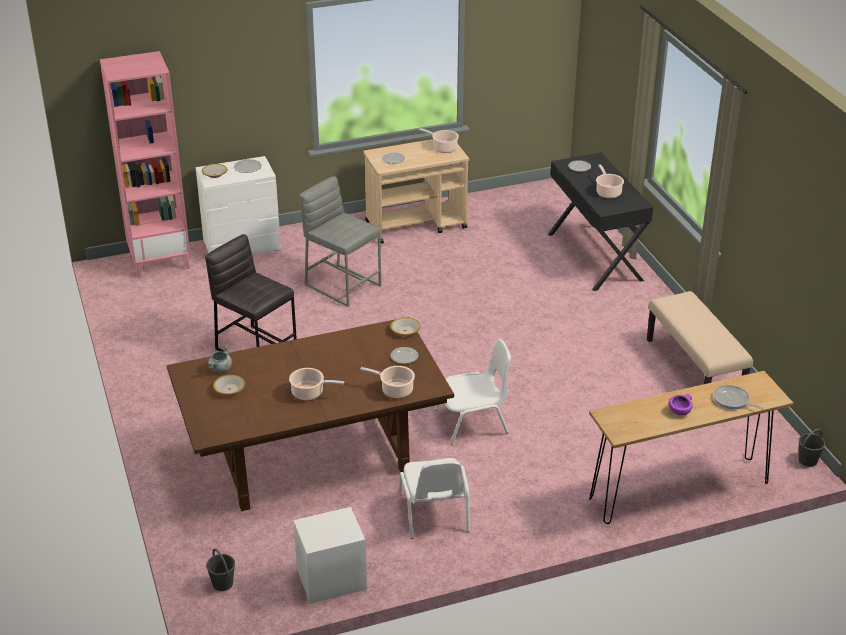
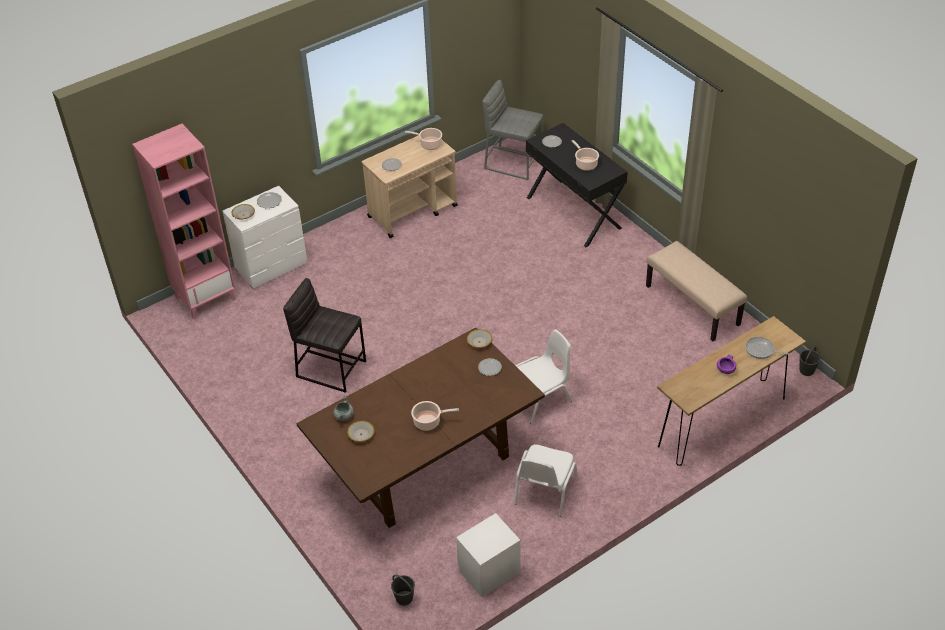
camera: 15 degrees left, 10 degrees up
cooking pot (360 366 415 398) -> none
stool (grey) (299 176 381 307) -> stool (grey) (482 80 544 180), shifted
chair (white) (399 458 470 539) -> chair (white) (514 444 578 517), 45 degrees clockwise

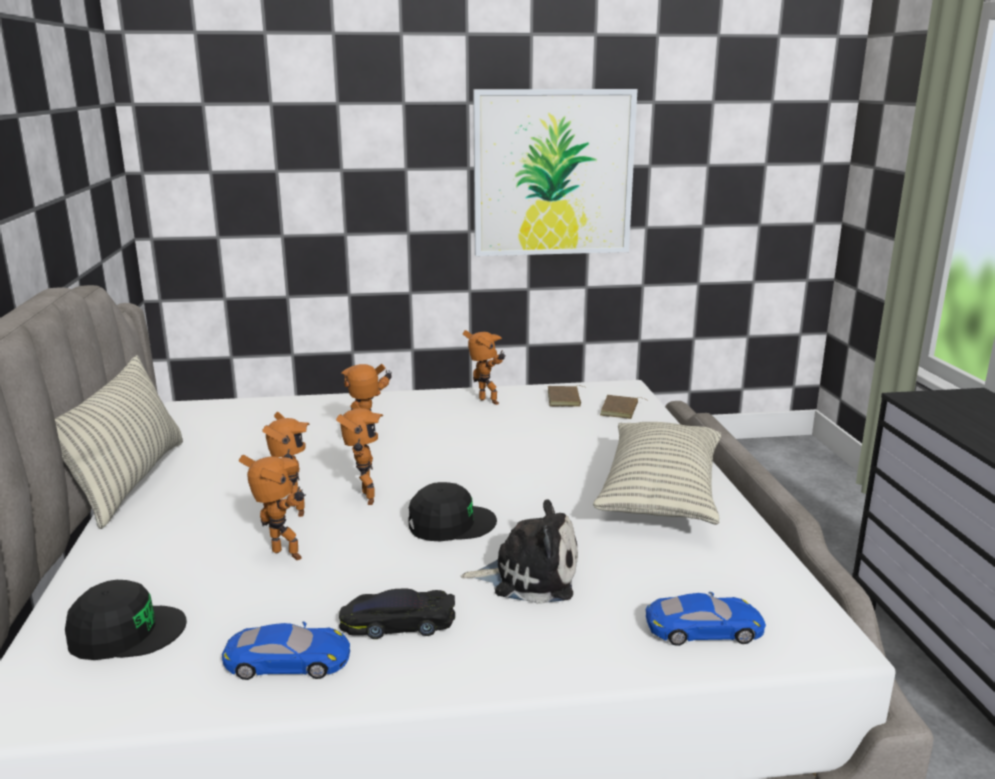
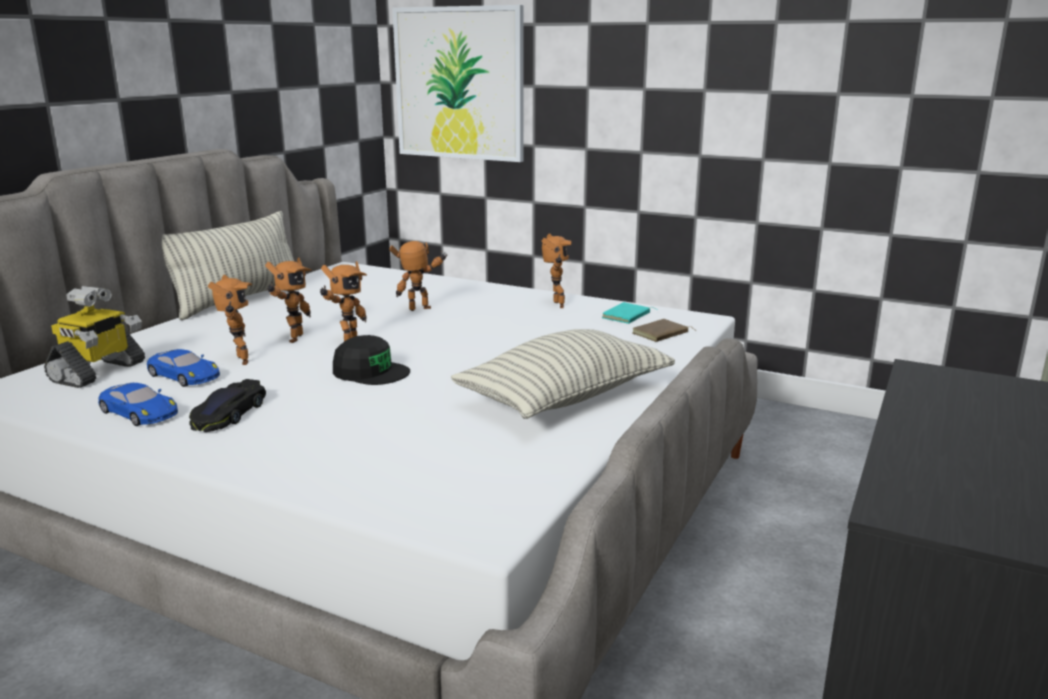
camera: 35 degrees right, 0 degrees up
plush toy (461 499 578 604) -> none
picture (473 89 638 256) -> picture (392 5 524 162), shifted
toy car (blue) (646 592 766 646) -> toy car (blue) (147 349 220 387), shifted
cap (black) (65 580 187 660) -> toy robot (44 286 145 388)
book (brown) (548 385 587 407) -> book (turquoise) (602 302 659 324)
toy car (black) (339 588 455 639) -> toy car (black) (189 379 266 432), 105 degrees counterclockwise

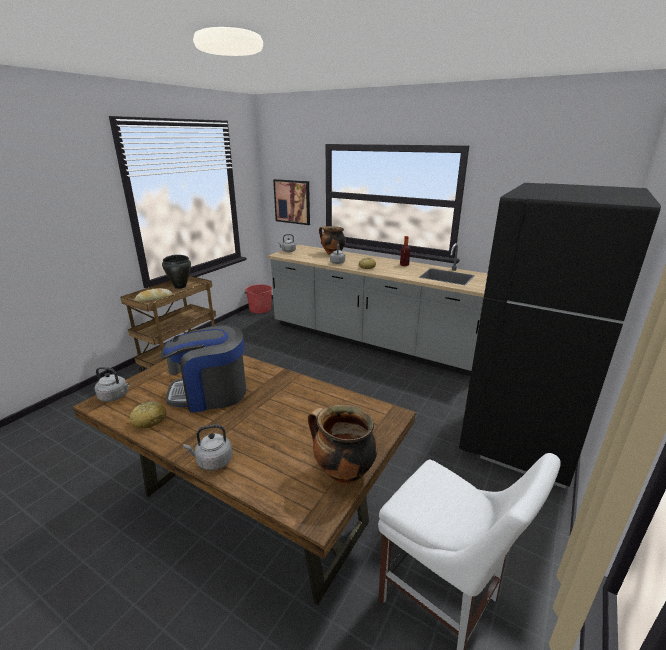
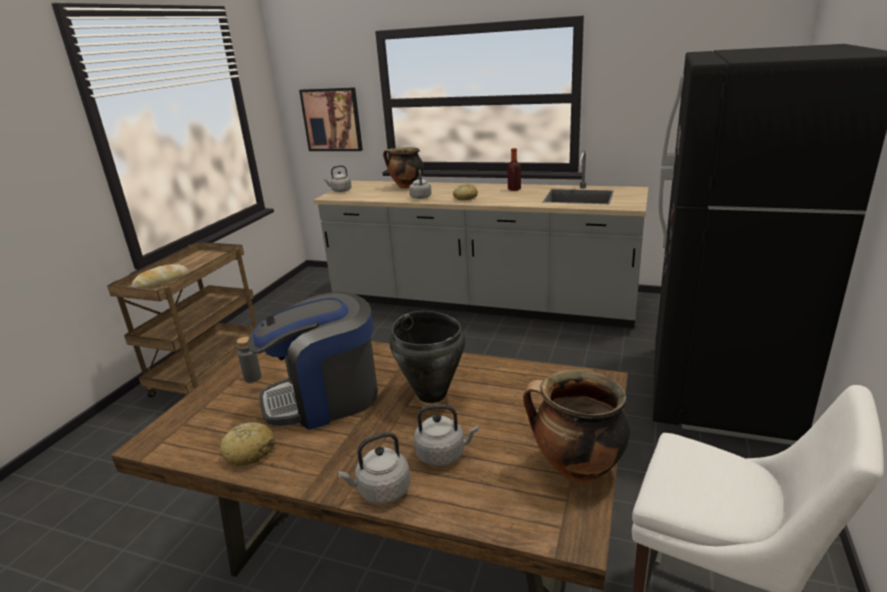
camera: 10 degrees left, 0 degrees up
bucket (red) (244 284 272 314) -> none
kettle (grey) (95 367 129 402) -> kettle (grey) (413 404 478 466), shifted
cooking pot (black) (162 255 191 289) -> cooking pot (black) (389 311 465 403), shifted

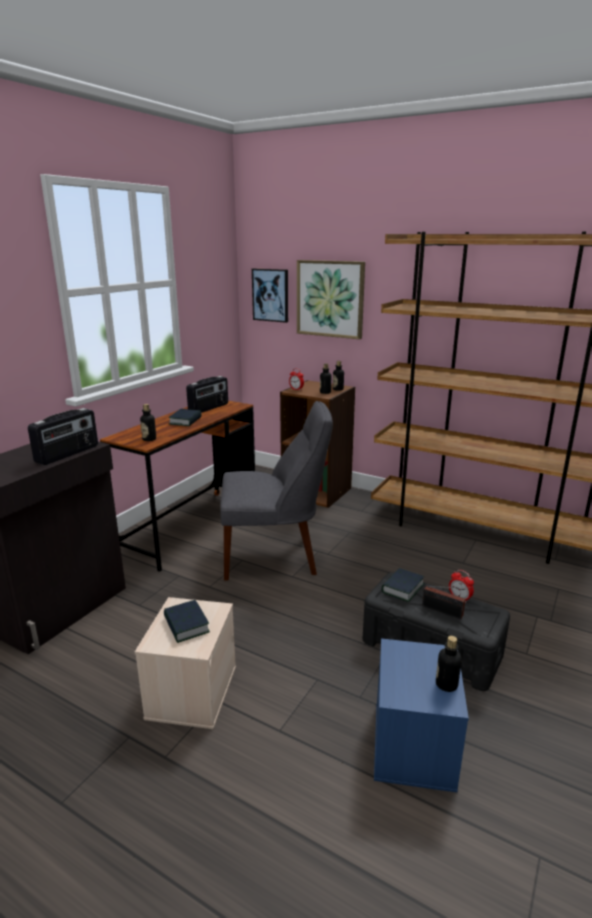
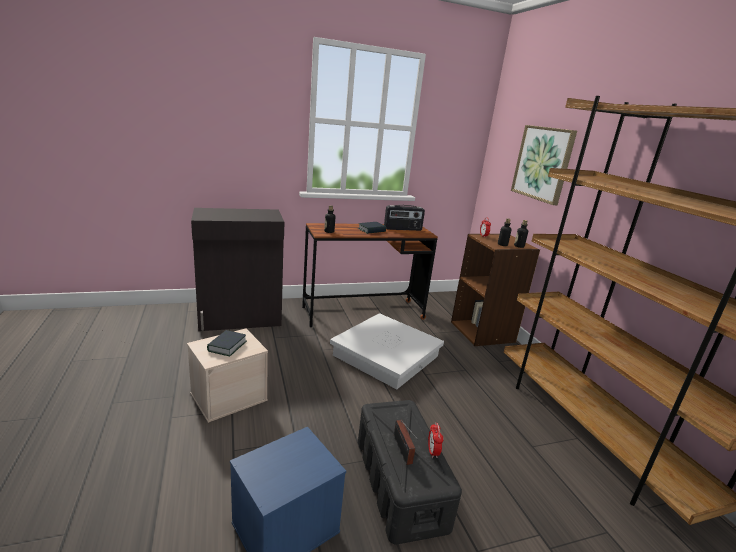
camera: 40 degrees right, 0 degrees up
radio (28 408 98 465) -> none
picture (252 269 288 323) -> none
book (382 568 424 602) -> none
bottle (436 636 462 692) -> none
chair (grey) (220 401 333 581) -> storage box (white) (330 313 444 389)

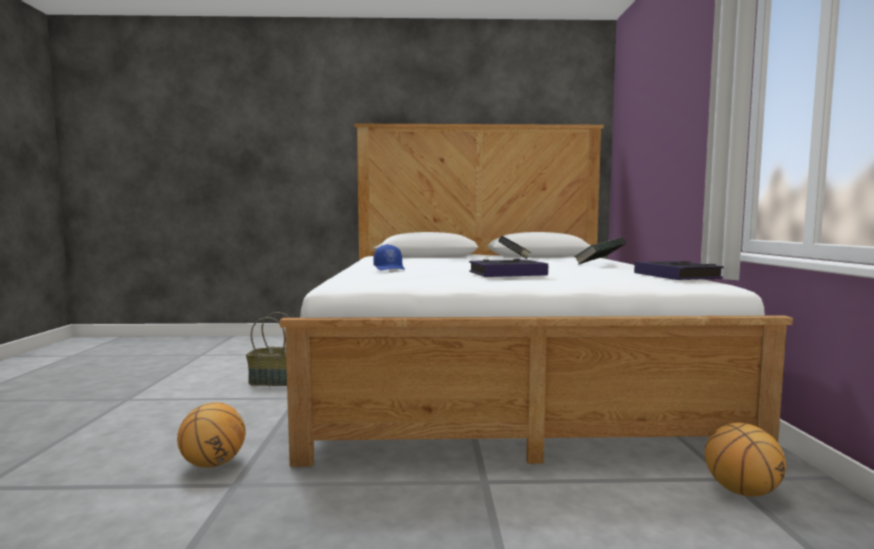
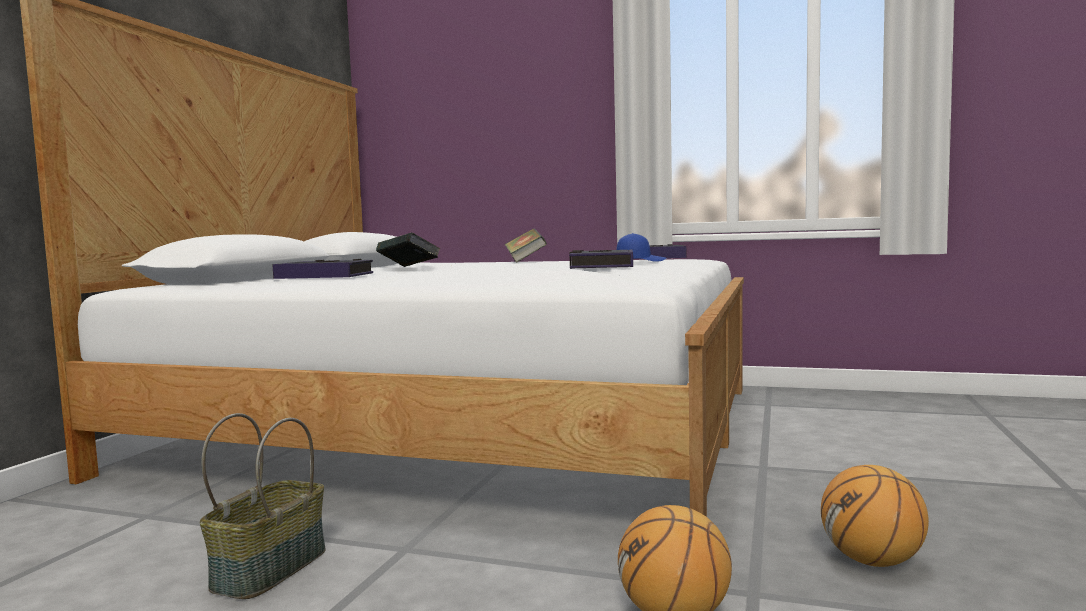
camera: 70 degrees left, 0 degrees up
none -> book (272 259 373 279)
cap (blue) (373 244 405 271) -> cap (blue) (616 233 666 262), shifted
basketball (705 423 786 497) -> basketball (821 465 929 567), shifted

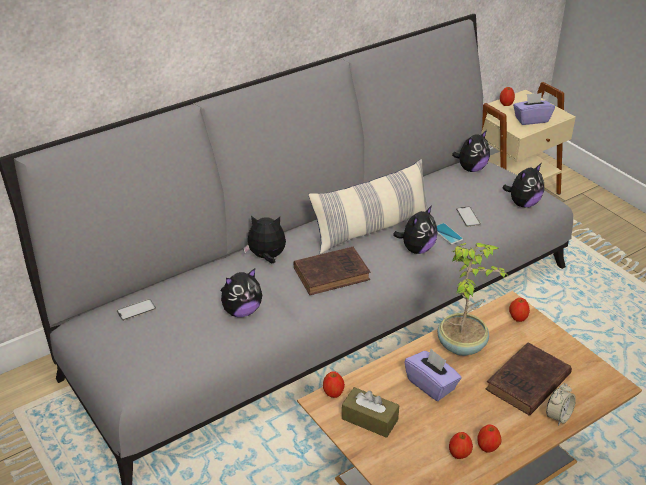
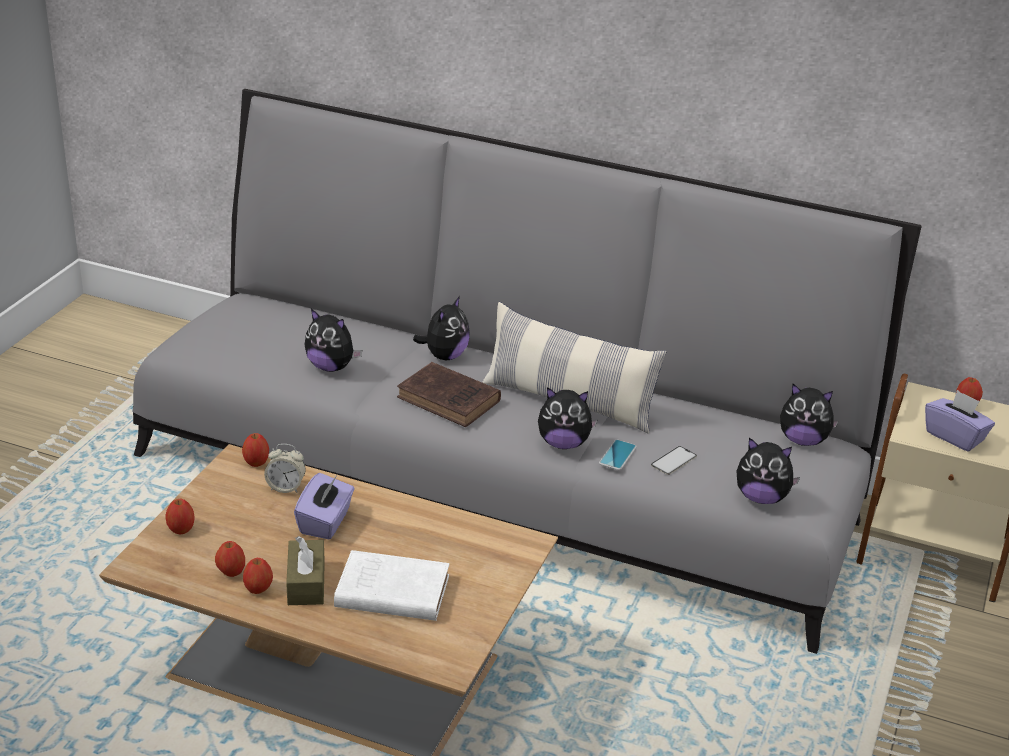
camera: 55 degrees right, 5 degrees down
phone (117 299 156 321) -> none
potted plant (437 243 509 356) -> none
tissue box (brown) (342 387 399 438) -> tissue box (brown) (286 536 325 605), shifted
apple (509 298 530 322) -> apple (166 499 195 534), shifted
alarm clock (546 383 576 426) -> alarm clock (264 444 306 493), shifted
book (brown) (485 342 572 416) -> book (white) (334 550 450 621)
plush toy (243 216 286 263) -> plush toy (413 296 470 360), 60 degrees clockwise

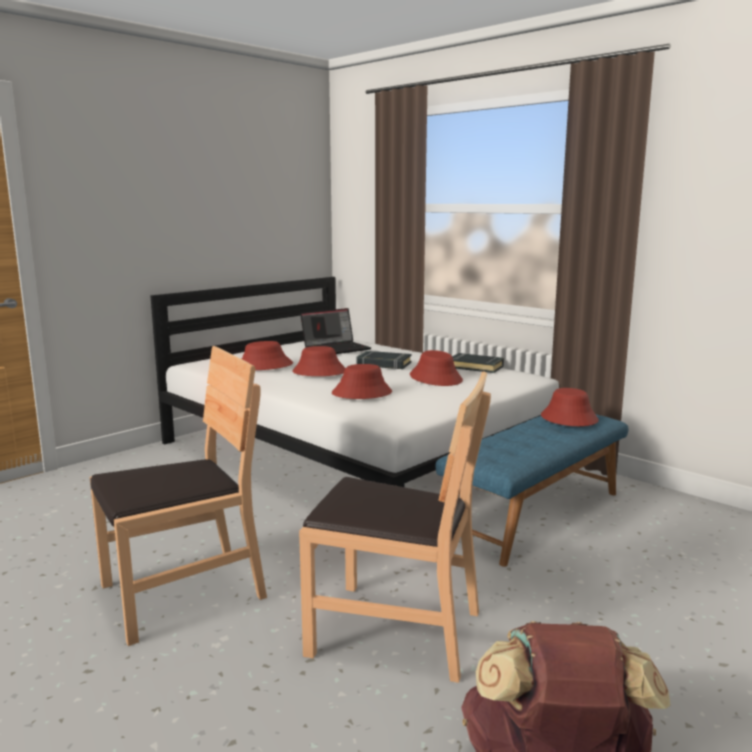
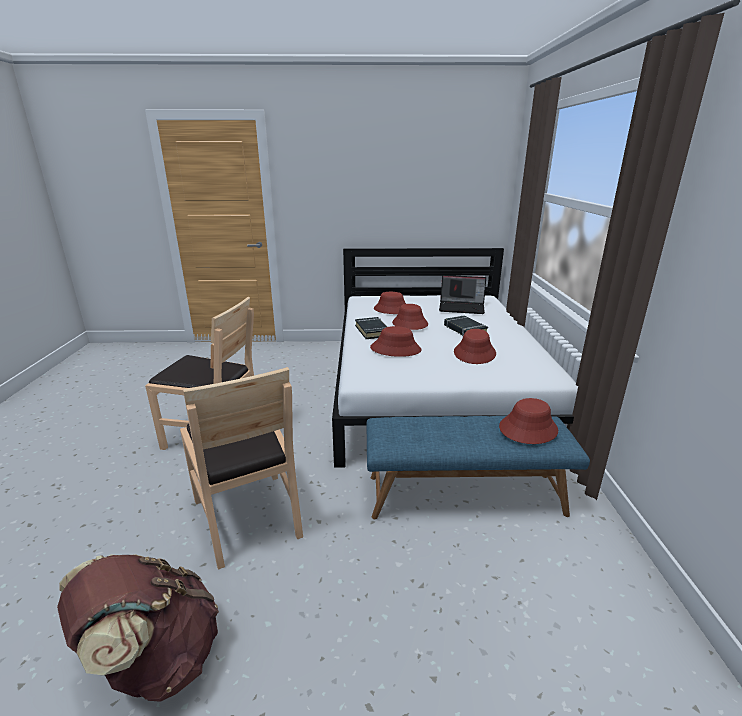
camera: 45 degrees right, 10 degrees up
book (black) (452 353 504 373) -> book (black) (355 317 387 339), shifted

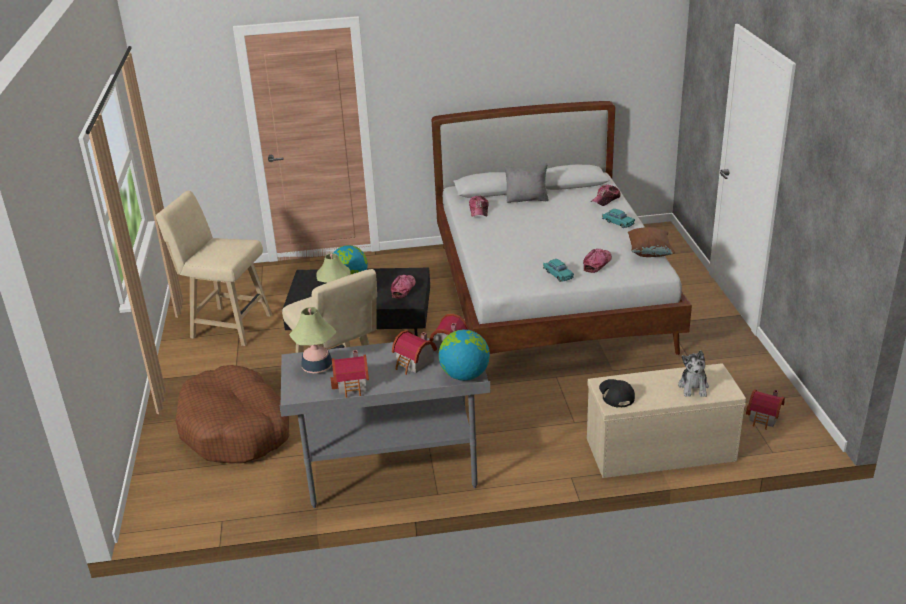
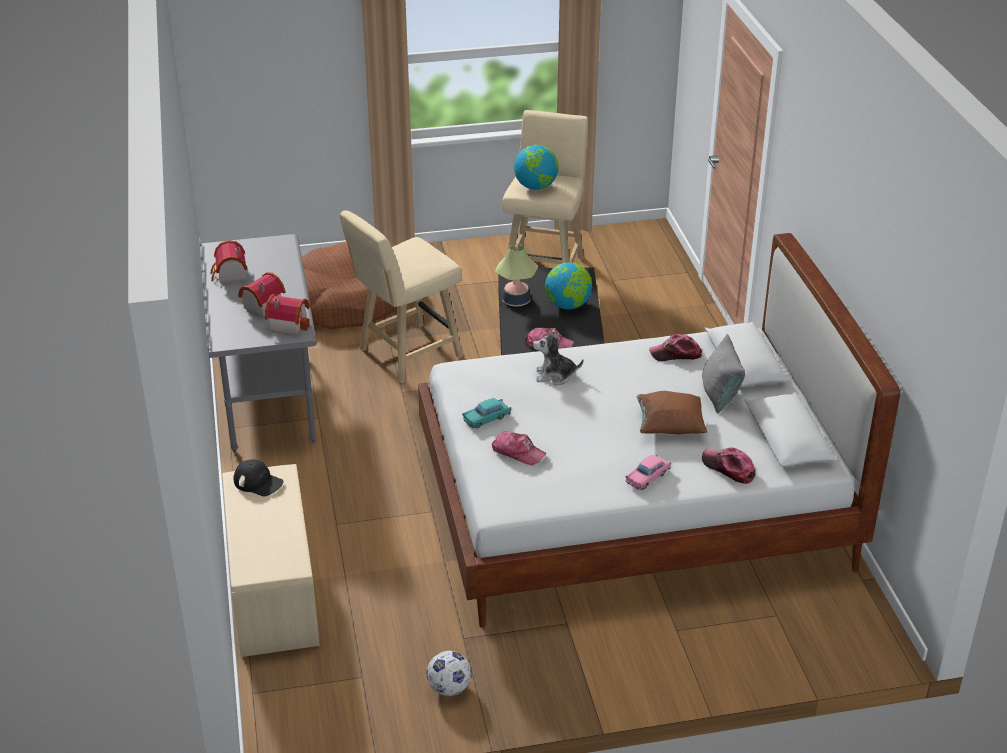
camera: 85 degrees right, 5 degrees up
table lamp (289 307 337 373) -> none
toy house (746 389 785 430) -> none
none -> football (427 651 471 696)
globe (439 329 490 381) -> globe (514 145 558 190), shifted
pillow (brown) (628 227 675 257) -> pillow (brown) (636 391 708 435), shifted
plush toy (678 350 709 397) -> plush toy (533 329 583 385), shifted
toy car (turquoise) (602 209 635 228) -> toy car (pink) (626 454 671 490)
cap (black) (599 379 635 407) -> cap (black) (234 459 284 496), 45 degrees clockwise

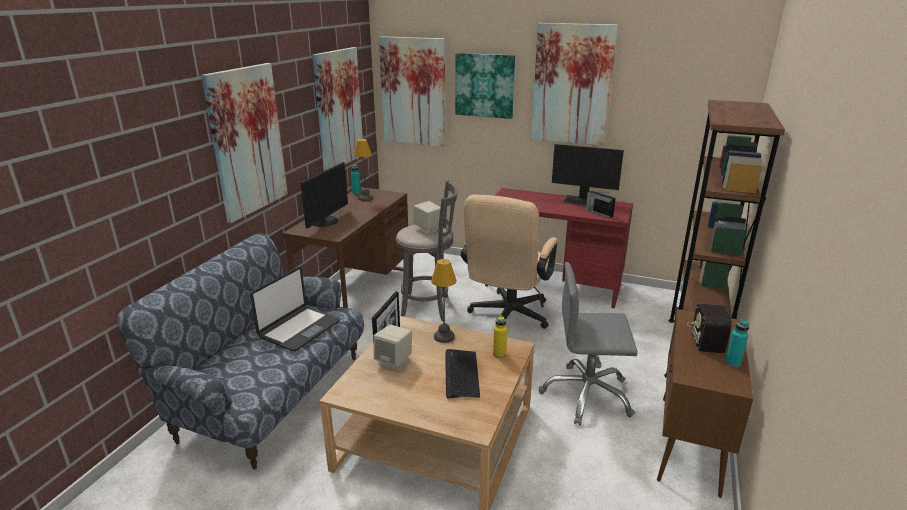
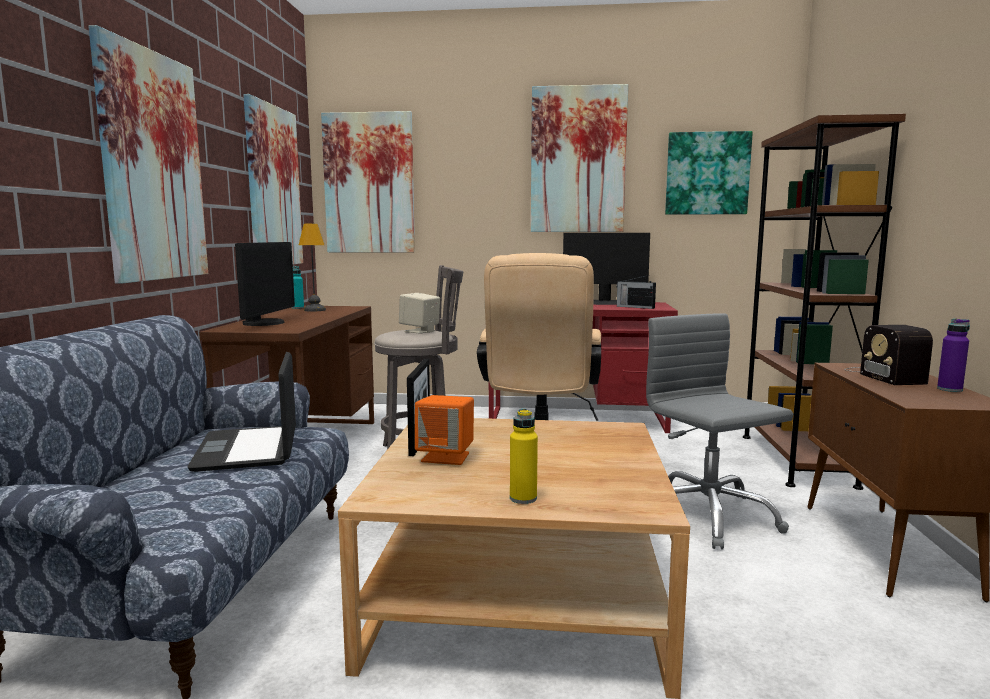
camera: 15 degrees left, 15 degrees down
table lamp (431 259 457 343) -> none
keyboard (445 349 480 399) -> none
picture (455 53 515 119) -> picture (665 131 753 215), shifted
bottle (yellow) (493 315 507 358) -> bottle (yellow) (510 409 538 504), shifted
speaker (beige) (374 324 412 371) -> speaker (orange) (415 395 474 465)
bottle (turquoise) (725 319 750 367) -> bottle (purple) (937 319 970 392)
laptop (250 267 340 351) -> laptop (187 352 296 472), 150 degrees clockwise
office chair (grey) (539 262 638 425) -> office chair (grey) (646 313 793 550), 75 degrees clockwise

